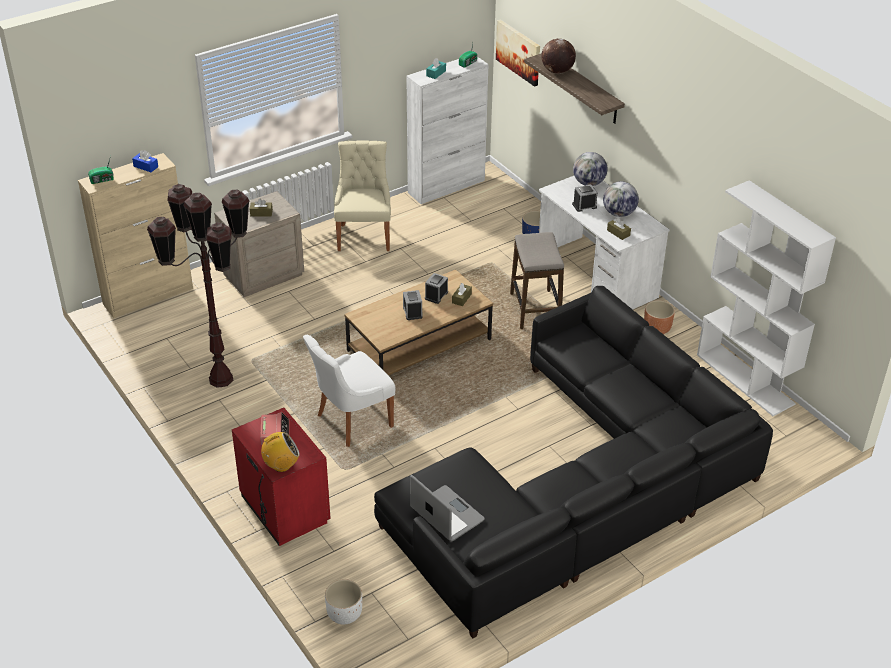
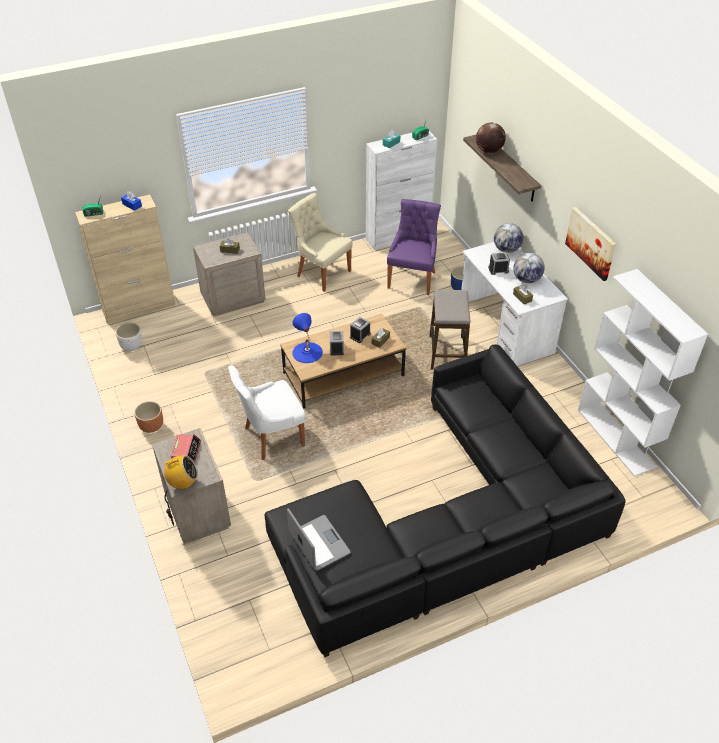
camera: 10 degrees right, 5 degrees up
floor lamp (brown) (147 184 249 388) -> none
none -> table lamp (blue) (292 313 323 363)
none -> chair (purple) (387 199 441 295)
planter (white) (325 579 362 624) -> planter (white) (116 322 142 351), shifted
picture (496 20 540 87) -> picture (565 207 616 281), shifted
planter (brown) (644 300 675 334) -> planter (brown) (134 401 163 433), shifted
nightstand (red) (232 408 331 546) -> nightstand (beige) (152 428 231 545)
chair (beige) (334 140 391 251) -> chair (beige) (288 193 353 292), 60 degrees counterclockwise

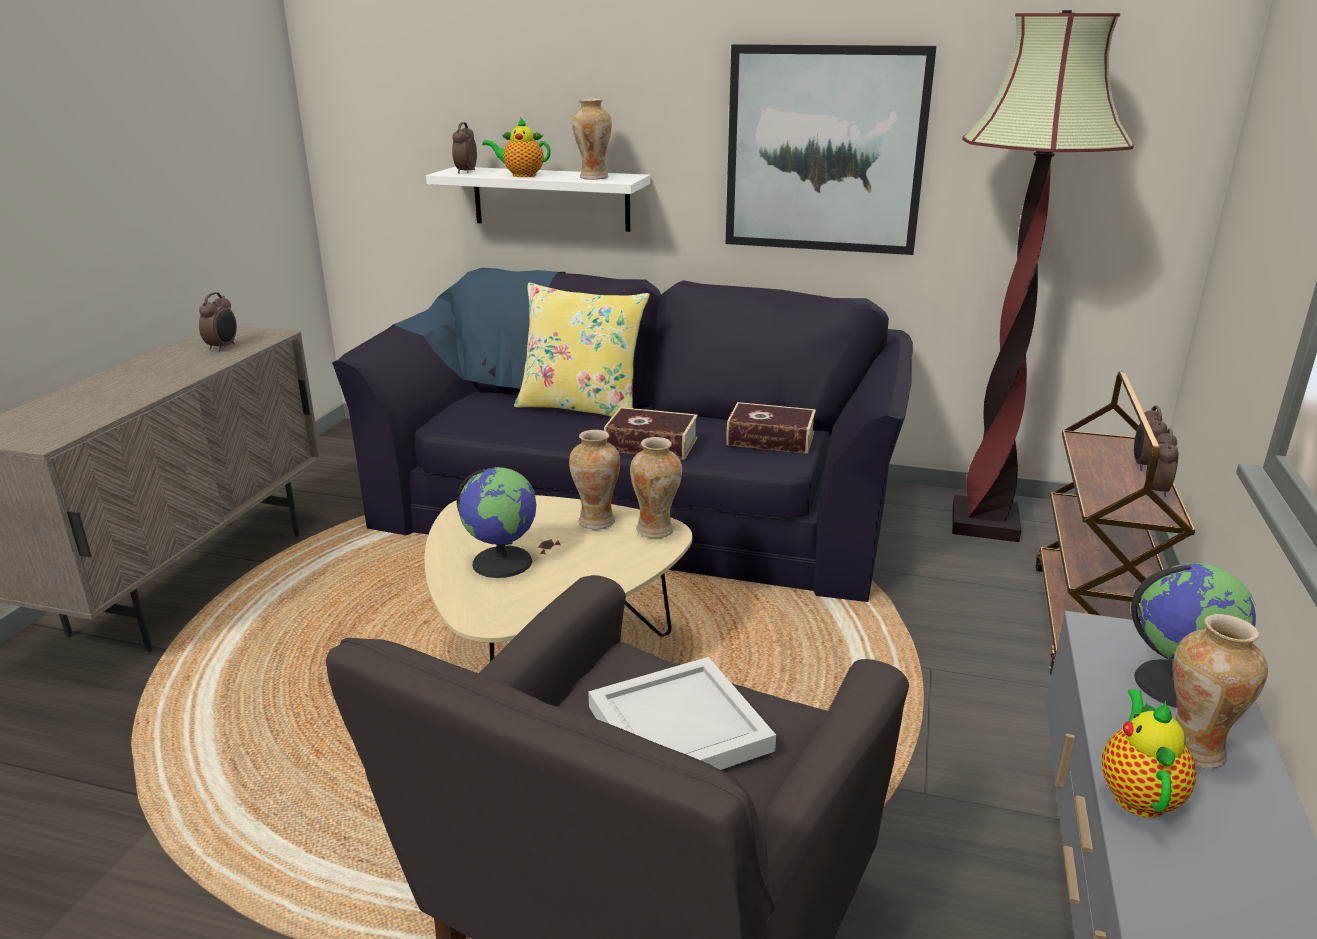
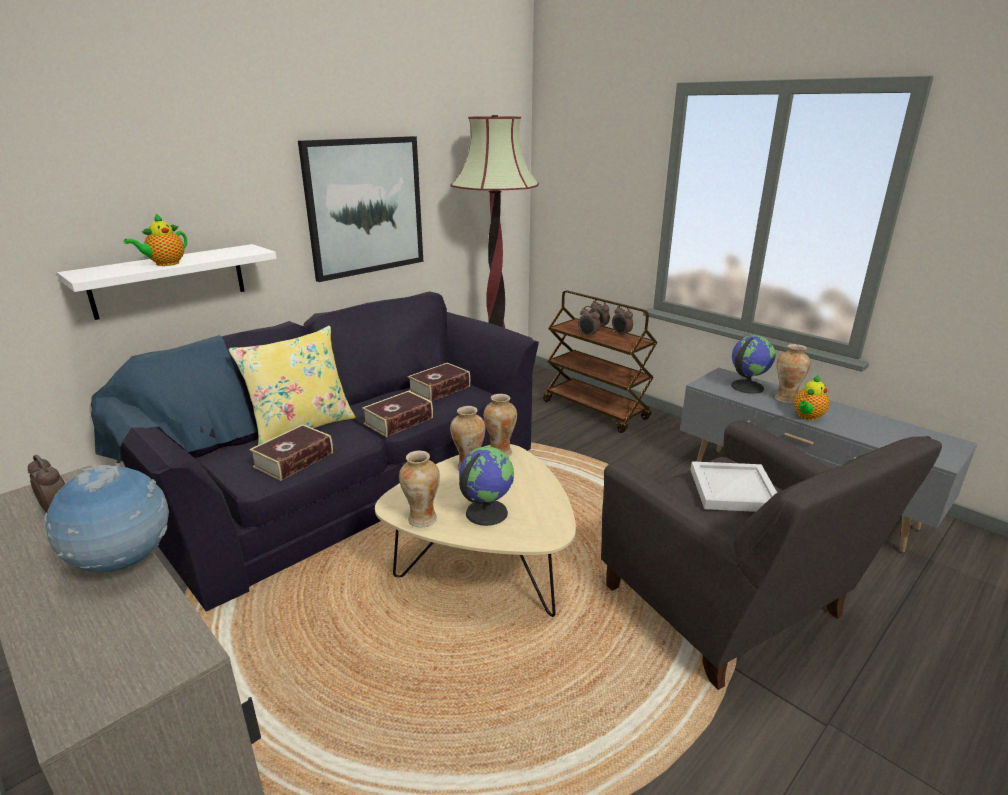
camera: 60 degrees left, 0 degrees up
none -> globe (44 465 169 572)
none -> book (249 424 333 481)
alarm clock (452 122 477 174) -> alarm clock (578 306 600 338), shifted
vase (572 99 612 180) -> vase (399 450 440 528), shifted
teapot (1102 689 1196 818) -> teapot (794 375 829 421), 90 degrees counterclockwise

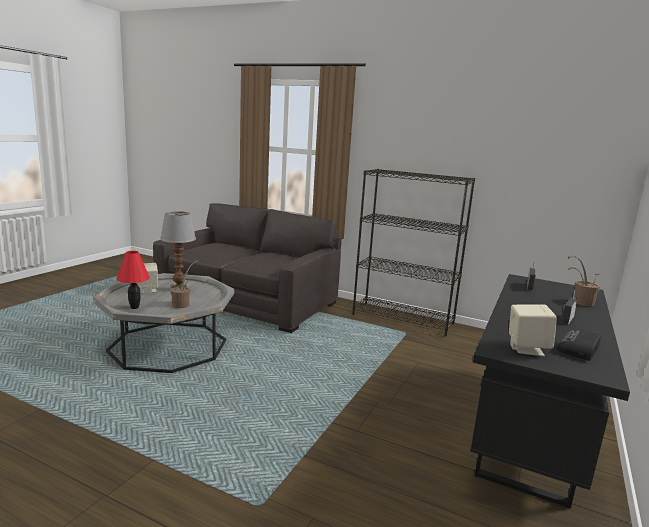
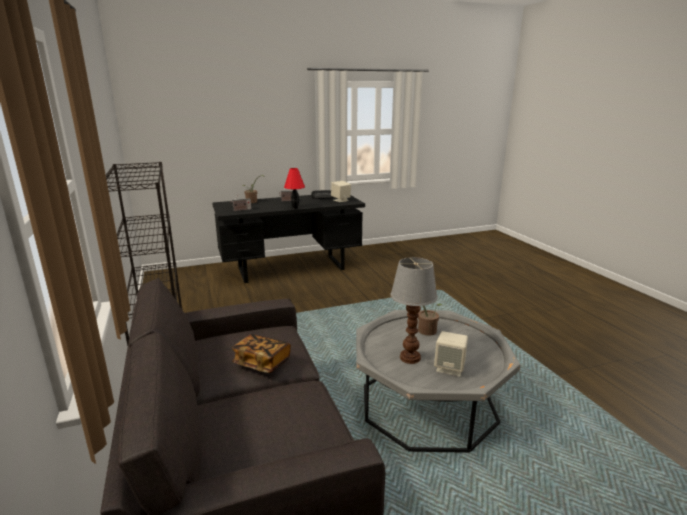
camera: 135 degrees left, 5 degrees up
none -> book (232 334 291 373)
table lamp (red) (117 251 150 309) -> table lamp (red) (284 168 305 209), shifted

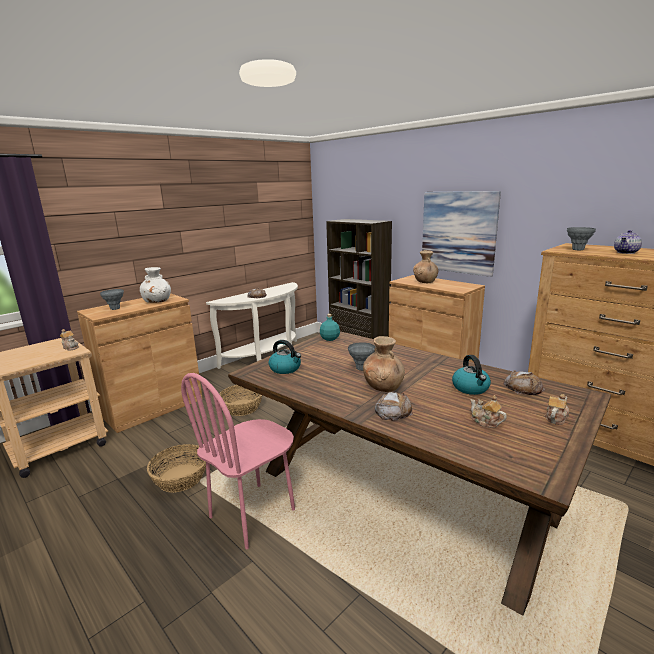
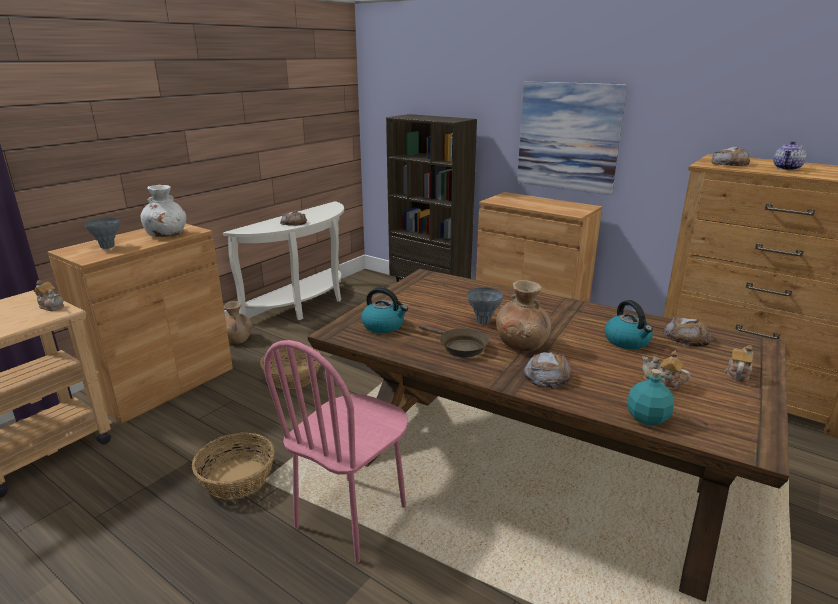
camera: 10 degrees left, 5 degrees up
none -> frying pan (brown) (419 325 489 357)
bottle (turquoise) (320 314 340 341) -> bottle (turquoise) (627 369 674 426), shifted
vase (brown) (413 250 439 283) -> vase (brown) (224 301 252 344), shifted
vase (grey) (567 227 596 250) -> bread (712 147 750 166)

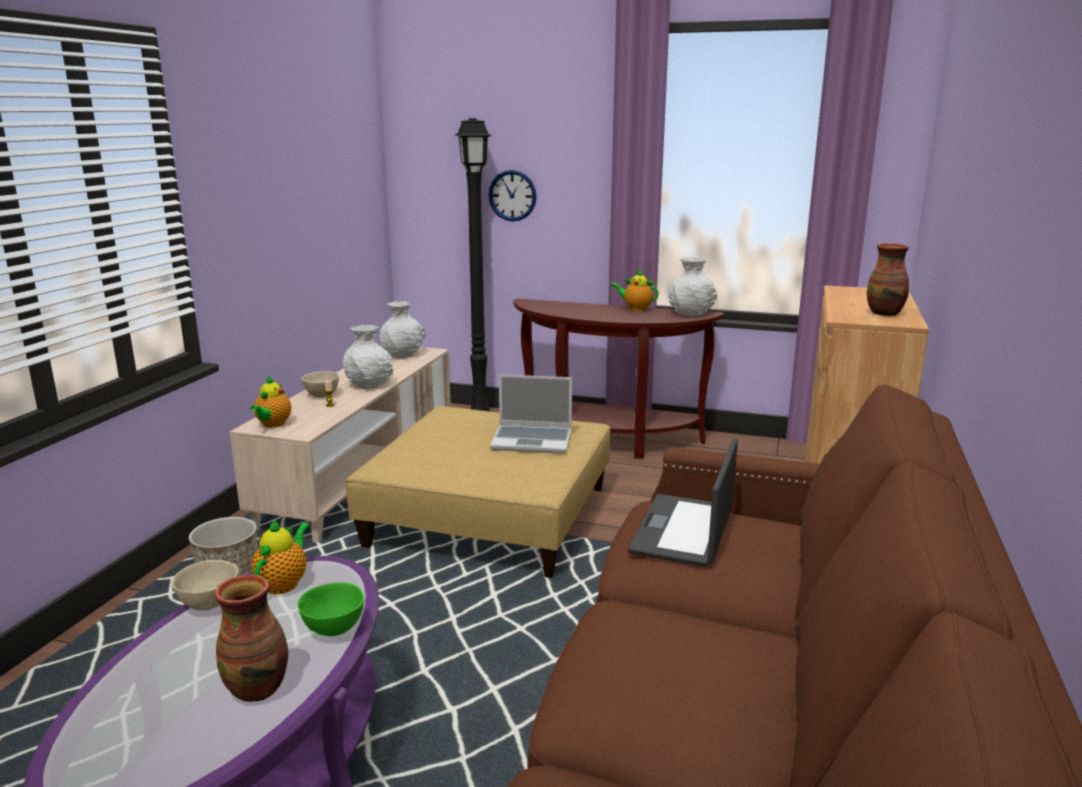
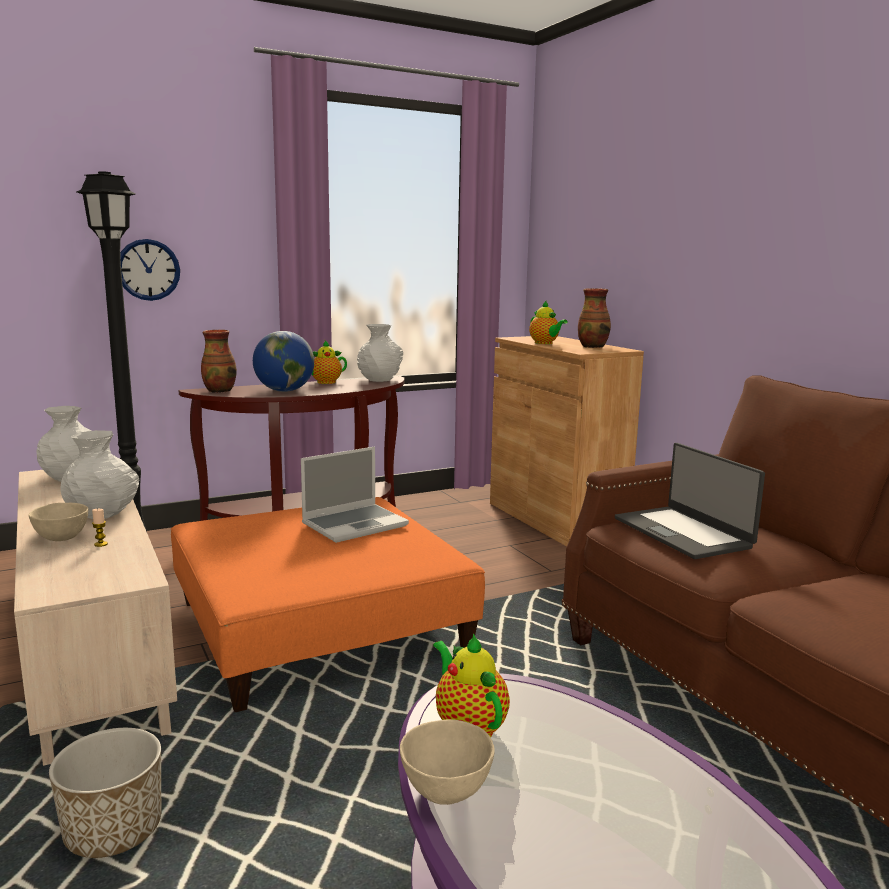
camera: 45 degrees left, 5 degrees down
bowl (green) (298 582 364 636) -> none
none -> globe (253 331 314 392)
vase (215 575 288 702) -> vase (201 330 237 393), shifted
teapot (250 376 291 427) -> teapot (529 301 568 344), shifted
ottoman (beige) (345 406 611 578) -> ottoman (orange) (171 497 485 712)

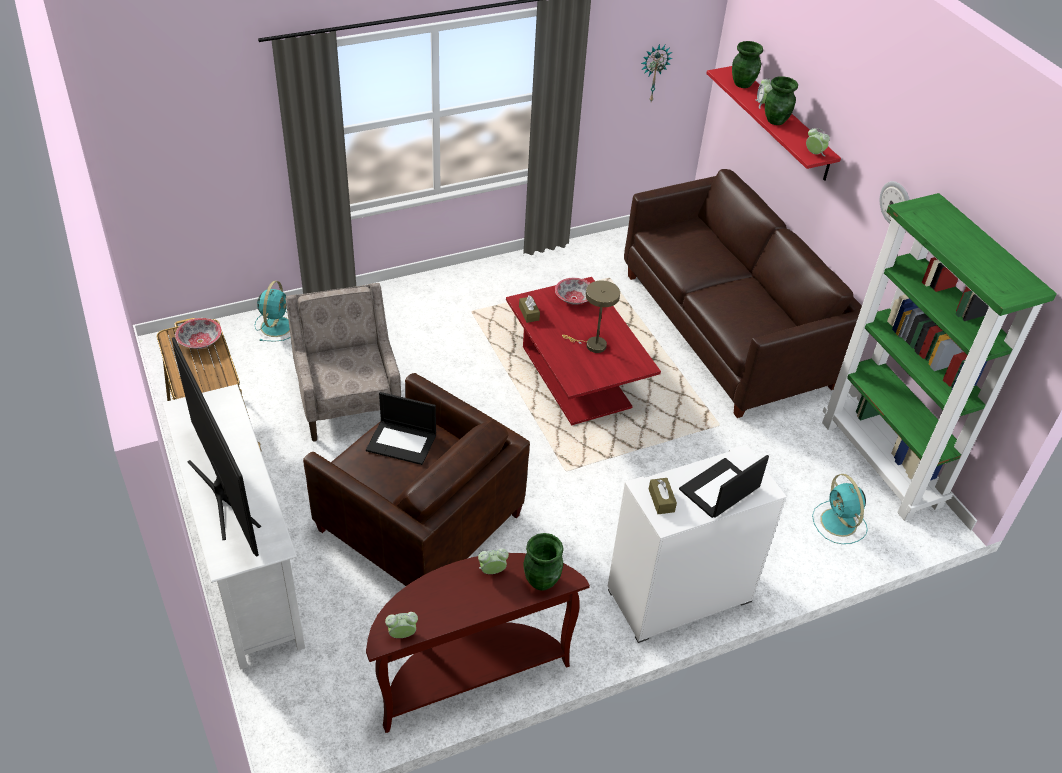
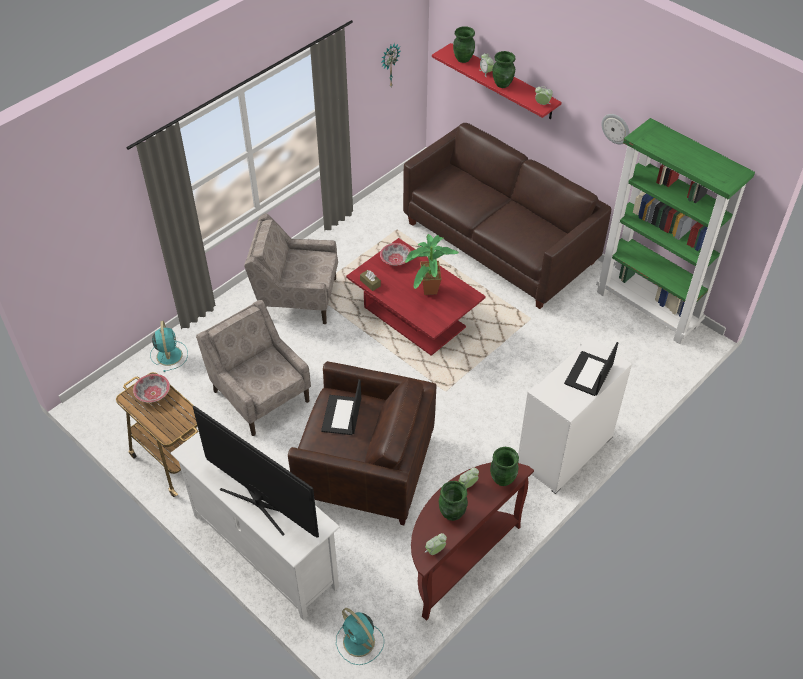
camera: 20 degrees left, 5 degrees up
tissue box (brown) (649 478 677 514) -> none
none -> armchair (beige) (244 213 338 324)
none -> vase (green) (439 481 468 521)
fan (turquoise) (812 474 868 544) -> fan (turquoise) (336 608 384 665), shifted
table lamp (beige) (562 280 620 353) -> potted plant (405 234 459 295)
laptop (366 392 436 465) -> laptop (321 379 361 435), 105 degrees clockwise

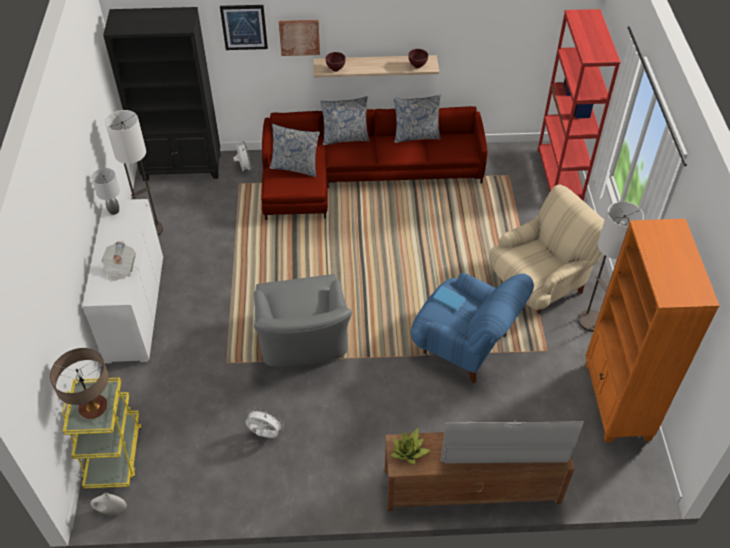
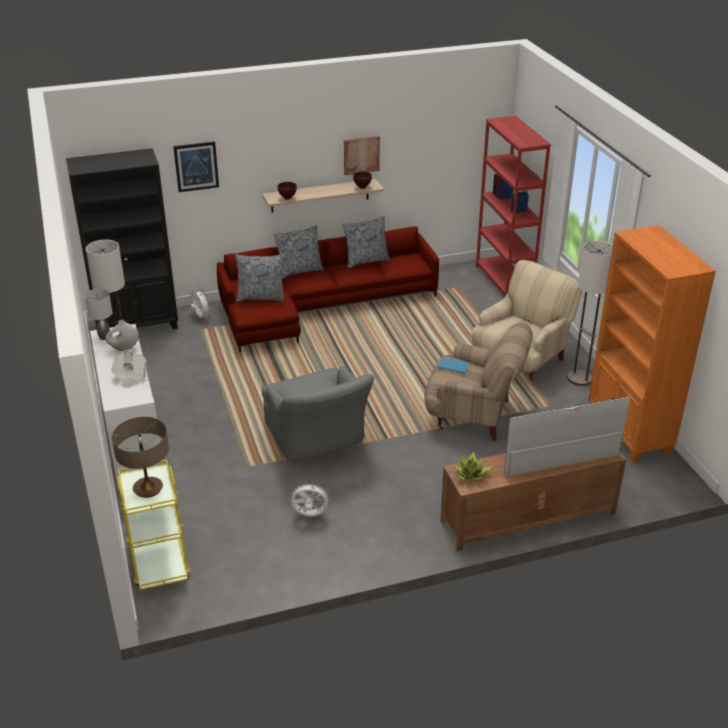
camera: 15 degrees left, 15 degrees down
vase (white) (91 493 127 515) -> vase (white) (105 320 139 351), shifted
picture (279 20 320 56) -> picture (344 136 380 175), shifted
armchair (blue) (411 273 534 383) -> armchair (beige) (424 322 533 441)

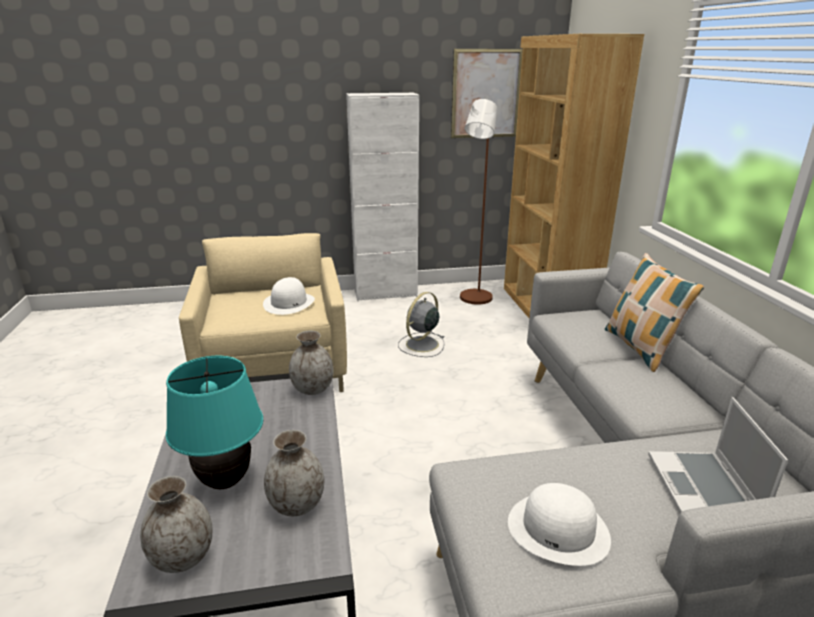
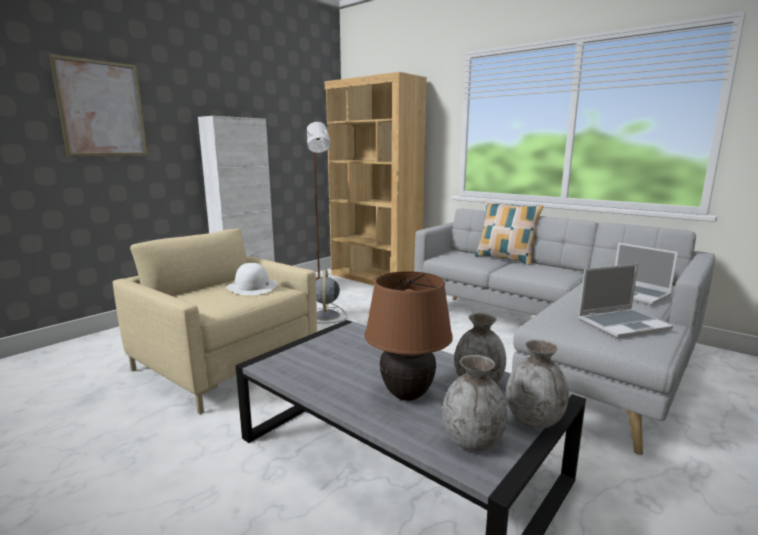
camera: 40 degrees left, 10 degrees down
vase (grey) (289 331 334 395) -> vase (grey) (506 340 569 428), shifted
picture (451 49 523 138) -> picture (48 54 148 157), shifted
hat (white) (508 483 611 566) -> laptop (578 264 673 339)
table lamp (turquoise) (166 356 263 489) -> table lamp (brown) (365 271 453 401)

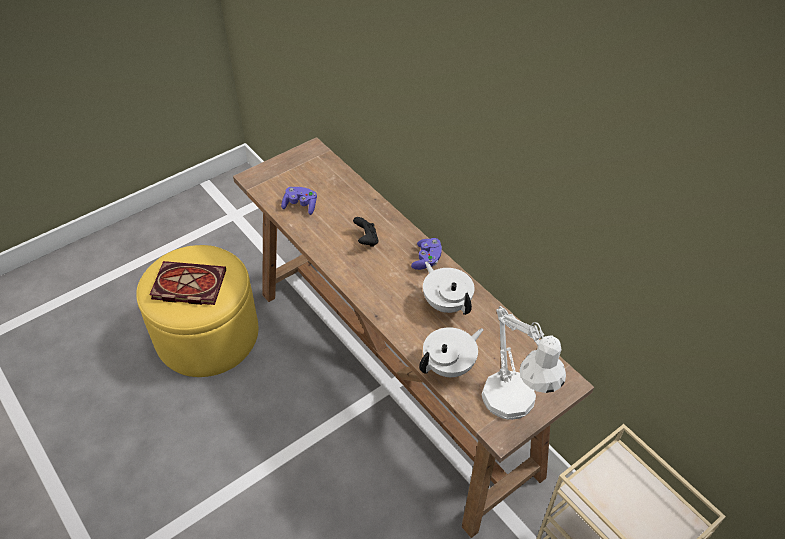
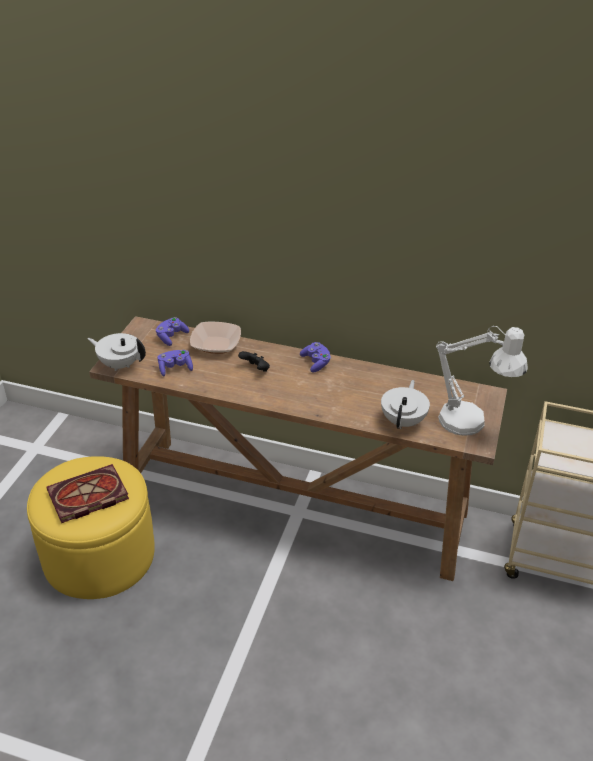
camera: 35 degrees left, 10 degrees down
none -> game controller (purple) (156 317 189 346)
none -> bowl (190 322 241 354)
teapot (white) (423 261 474 315) -> teapot (white) (87 333 146 371), shifted

